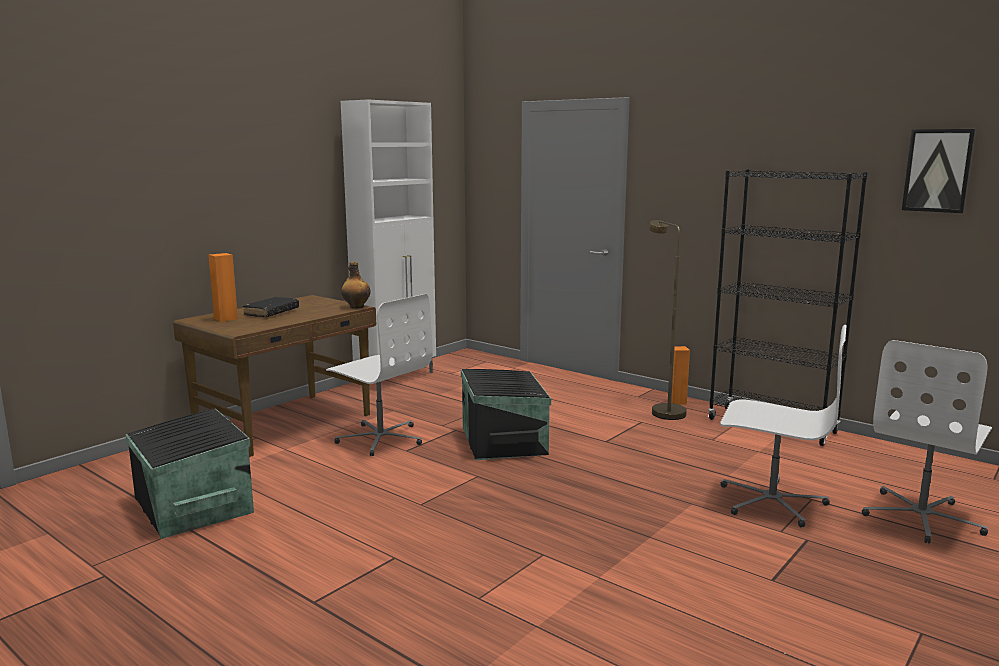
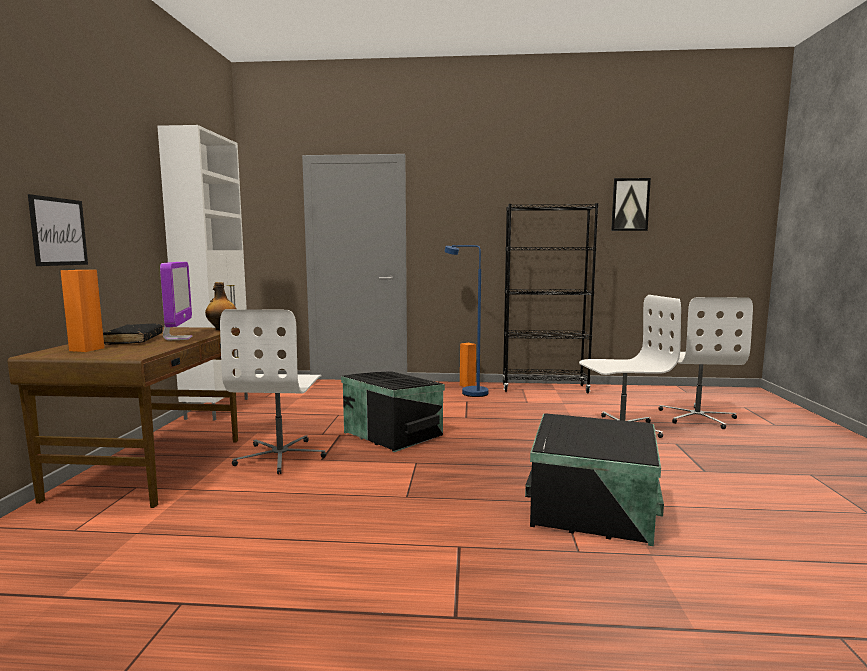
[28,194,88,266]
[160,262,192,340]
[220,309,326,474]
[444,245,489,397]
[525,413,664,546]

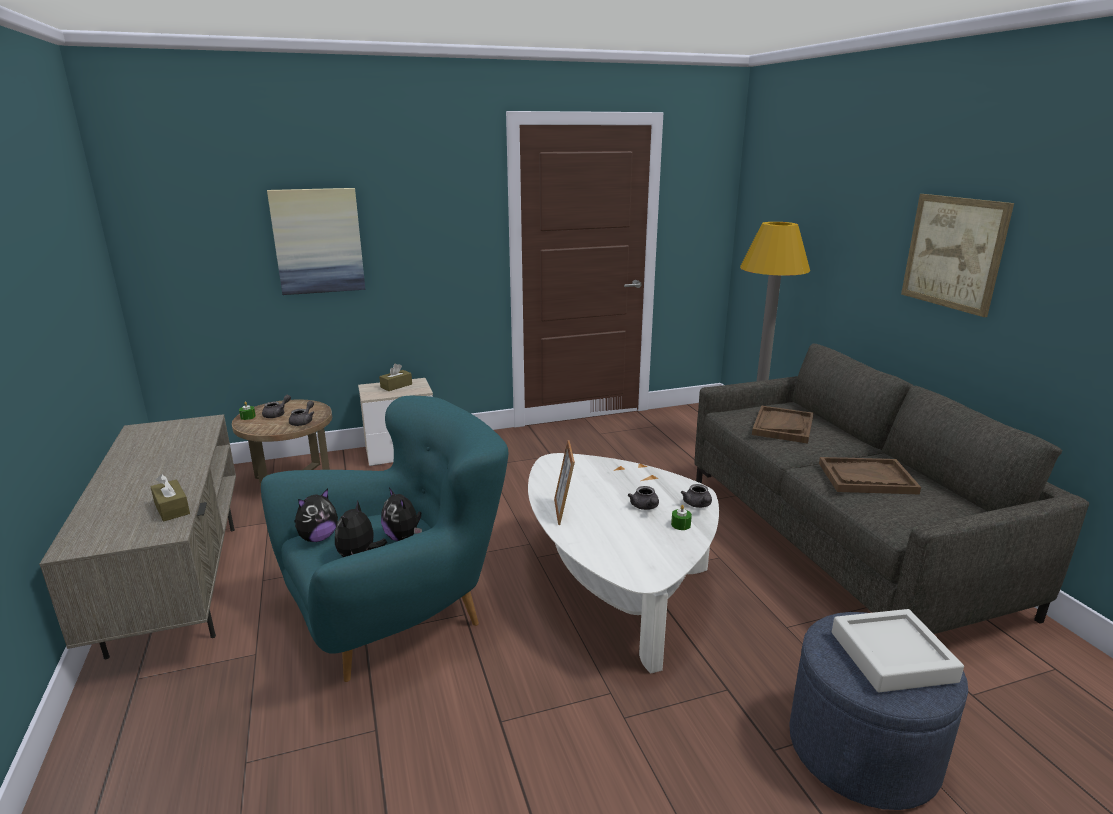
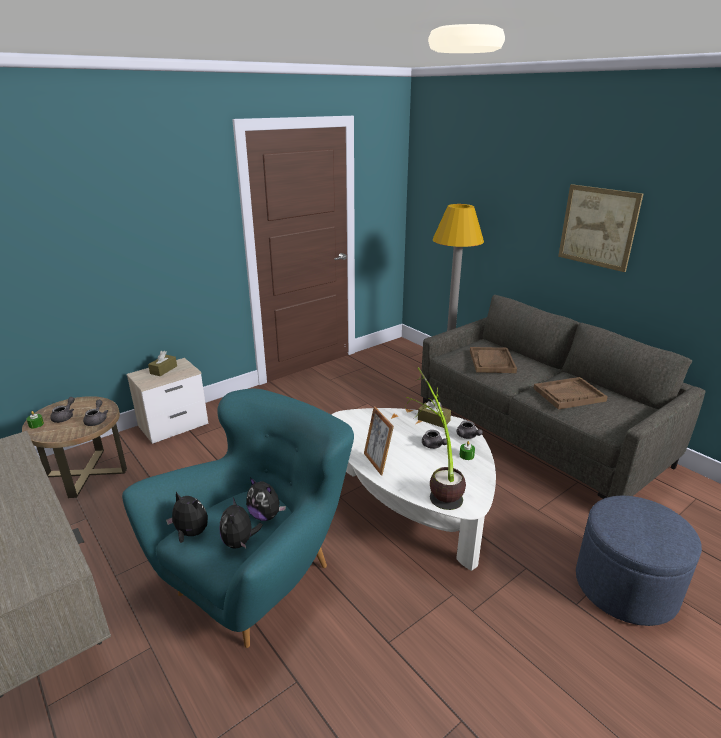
[166,492,208,543]
[405,367,466,510]
[418,399,451,428]
[267,188,365,295] (first image)
[832,609,964,692] (first image)

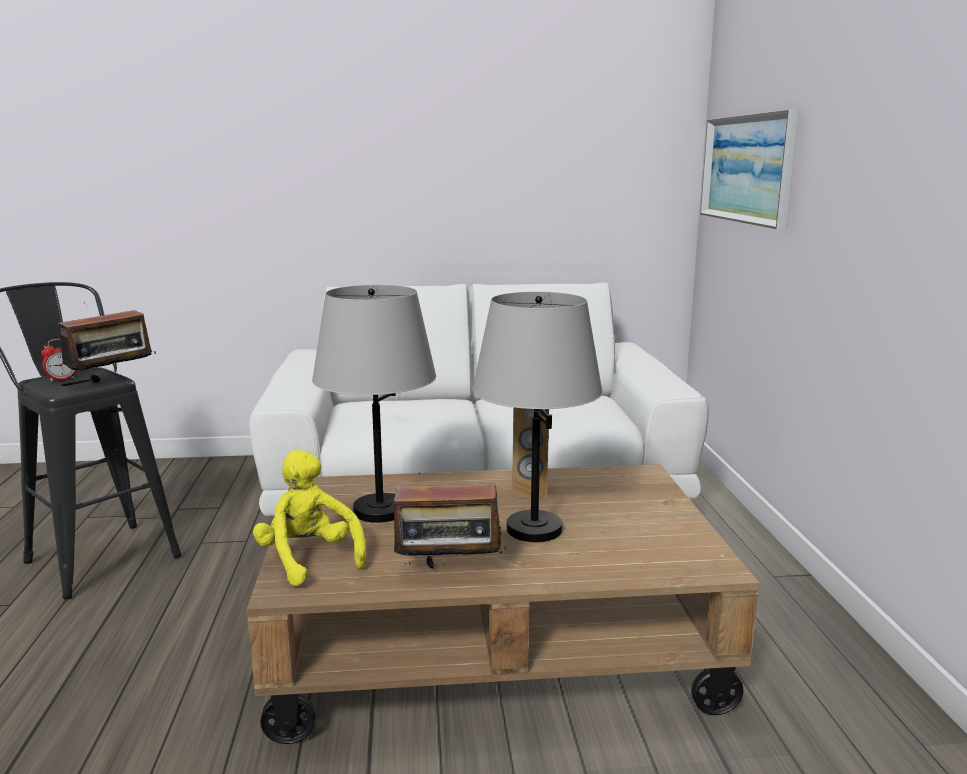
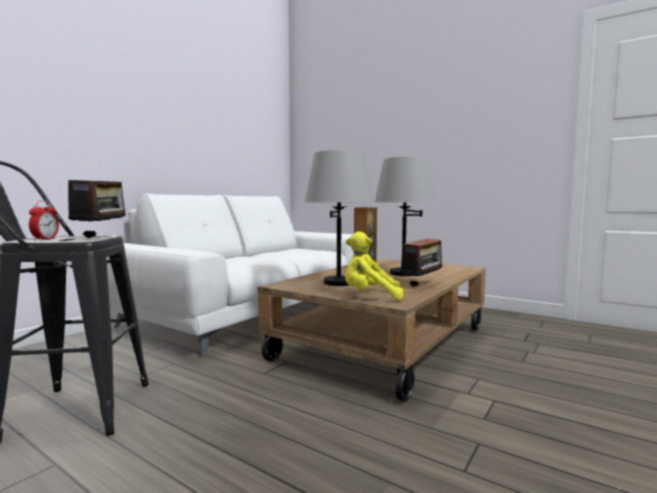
[700,110,799,229] (first image)

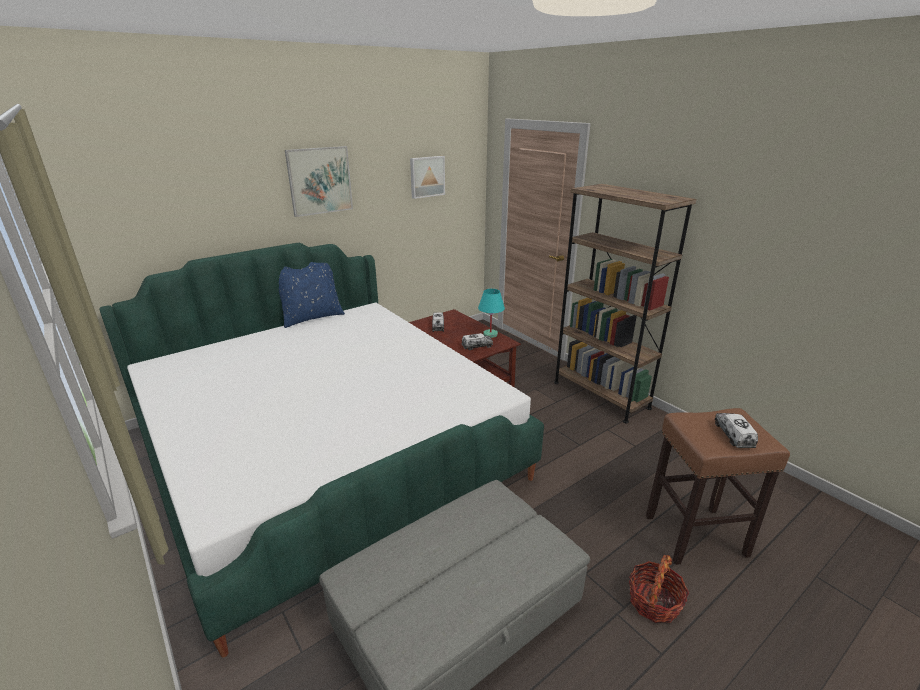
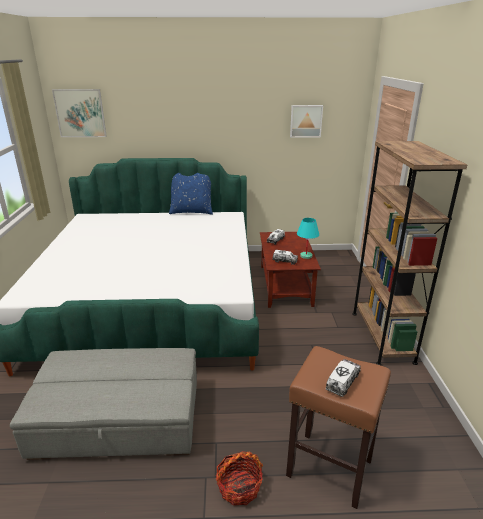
[52,89,107,137]

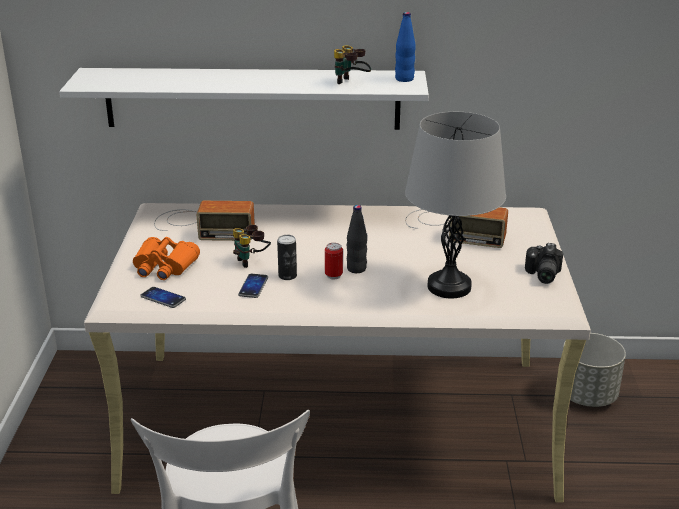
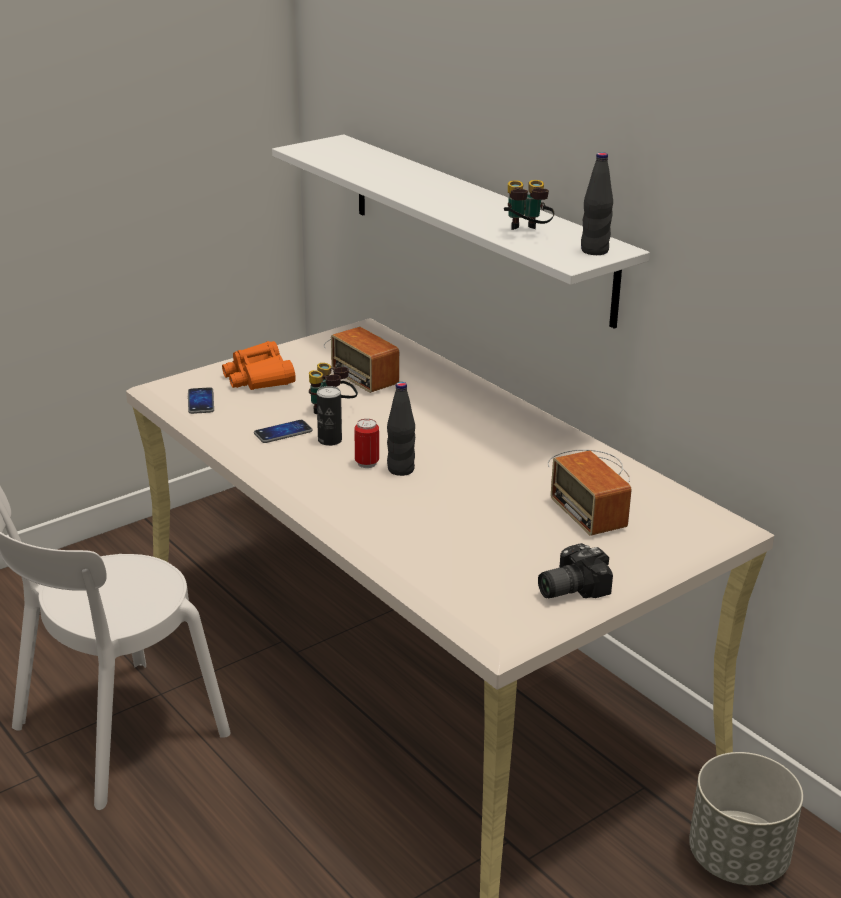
[581,152,613,255]
[405,112,506,299] (first image)

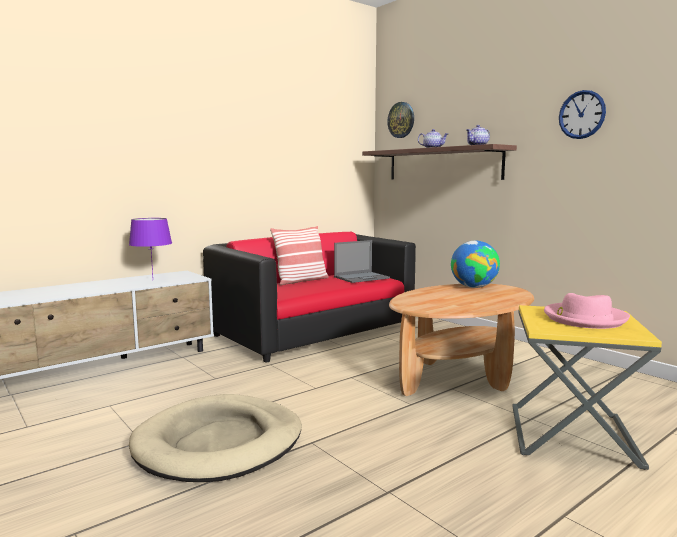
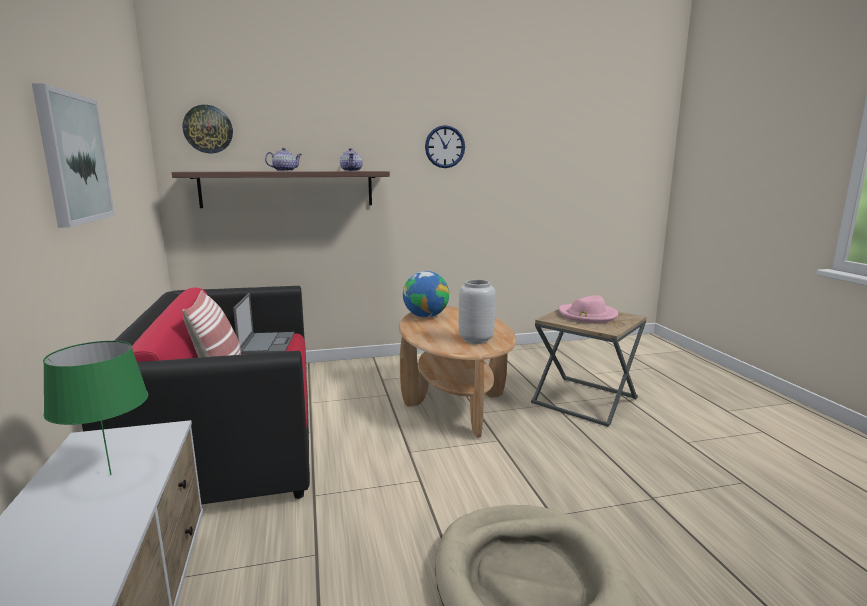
[32,83,115,228]
[43,341,148,475]
[459,279,495,344]
[531,309,646,427]

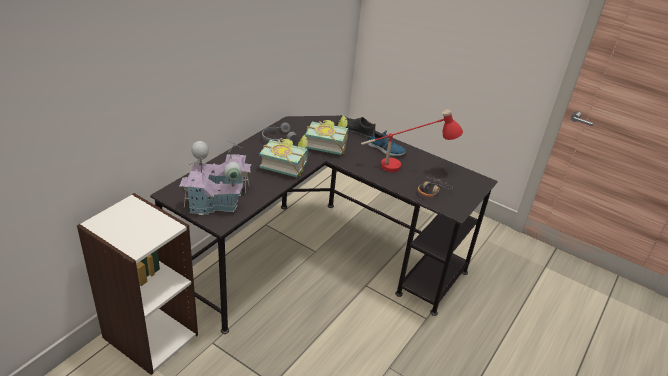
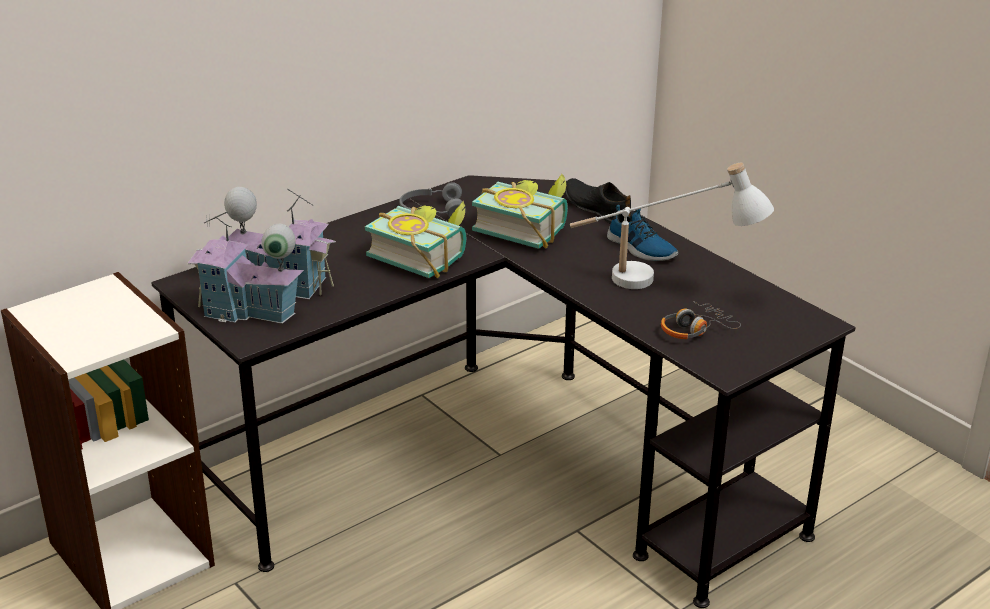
[570,163,774,289]

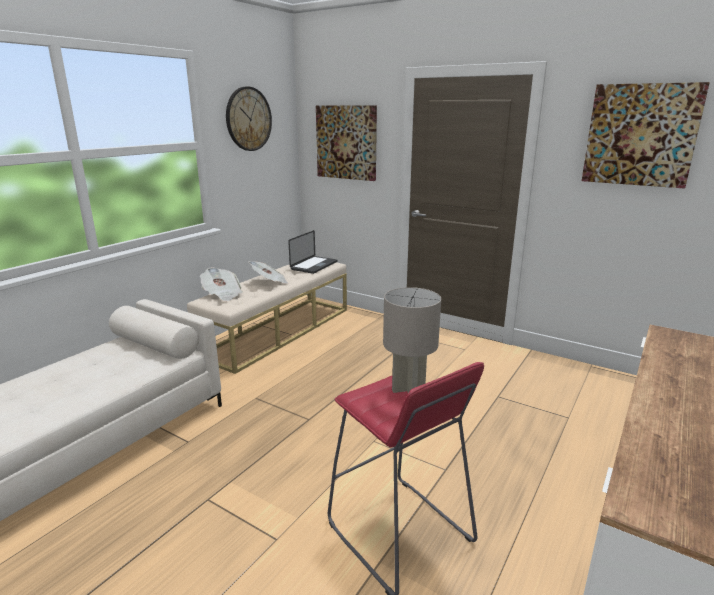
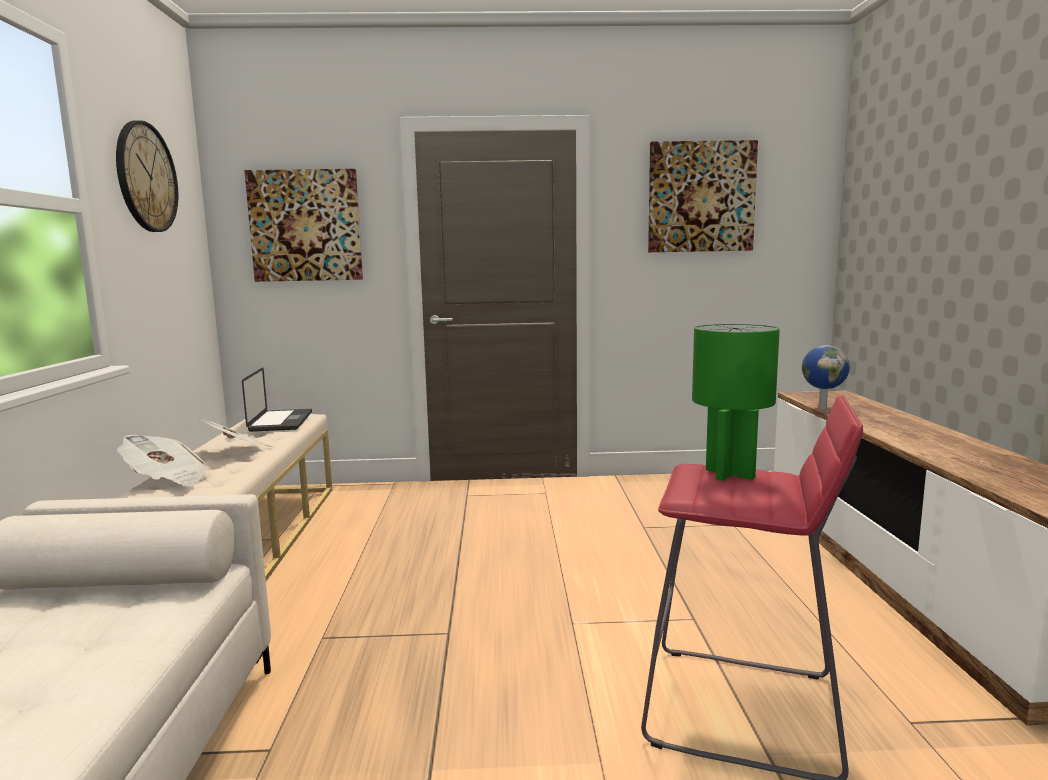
[692,324,780,481]
[802,345,850,410]

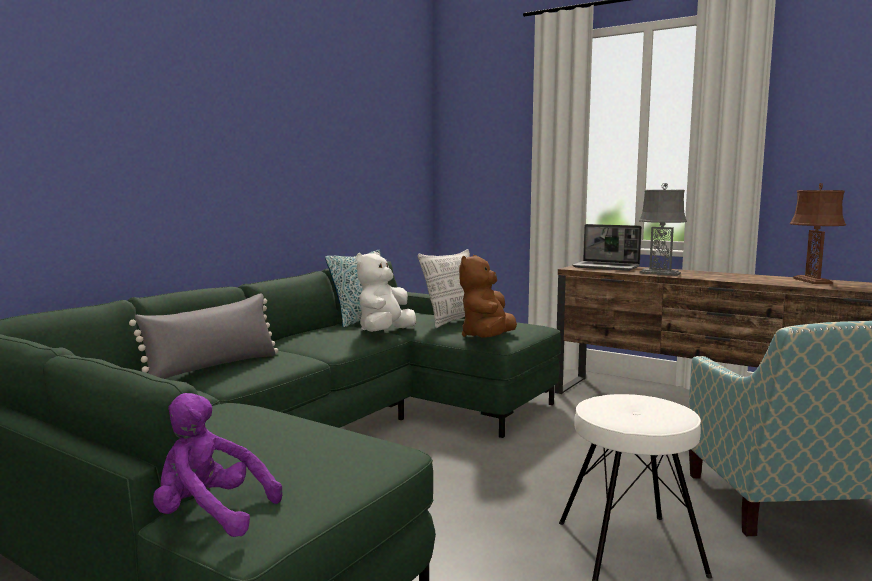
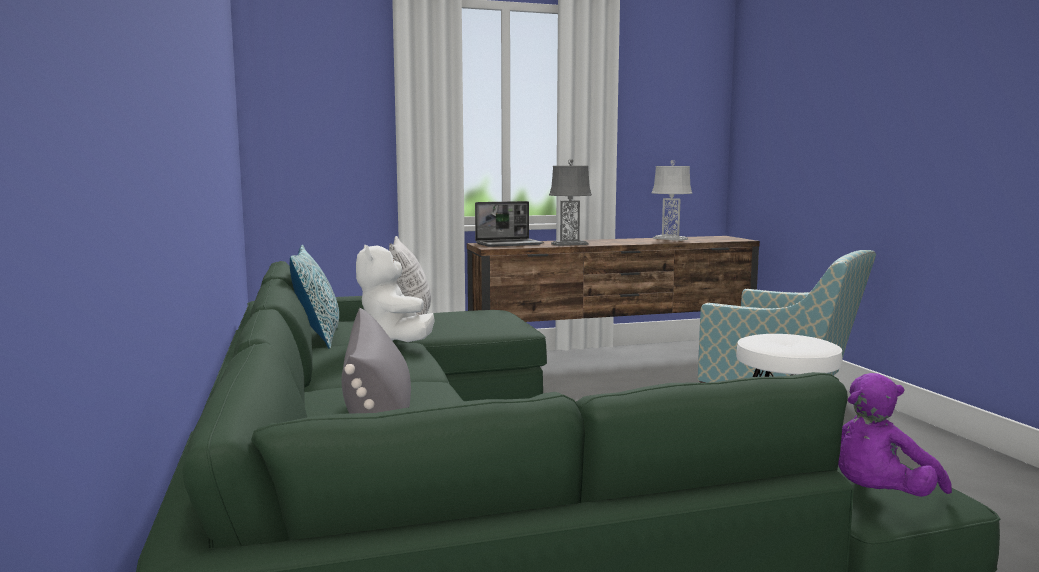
[652,160,692,241]
[459,255,517,338] (first image)

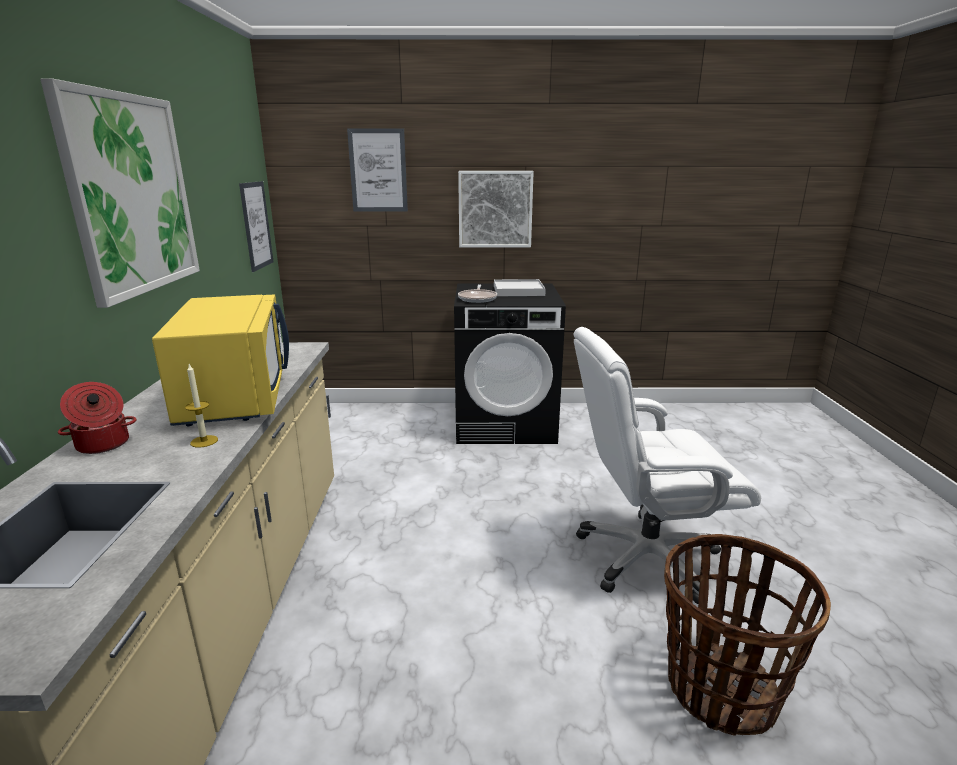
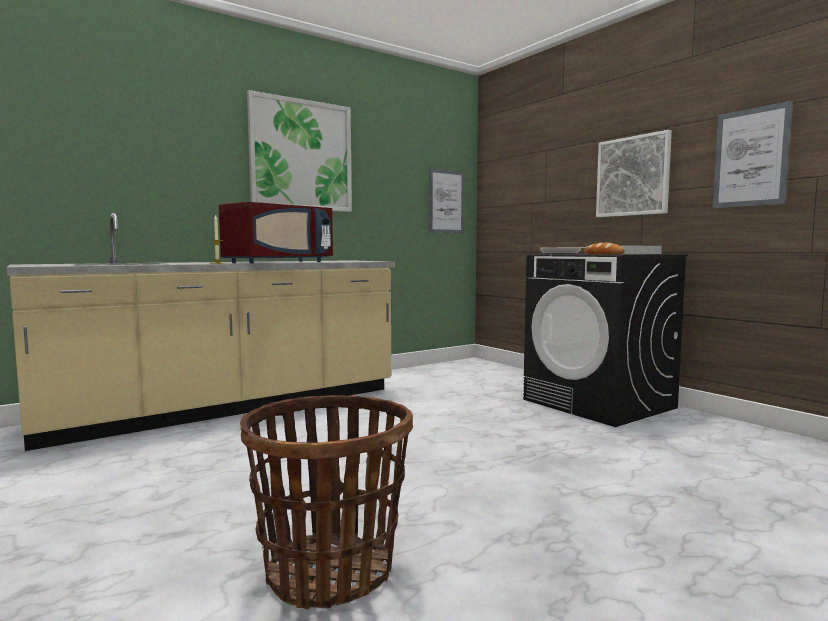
[219,202,333,263]
[584,243,625,254]
[712,101,793,208]
[58,382,137,454] (first image)
[573,327,761,604] (first image)

